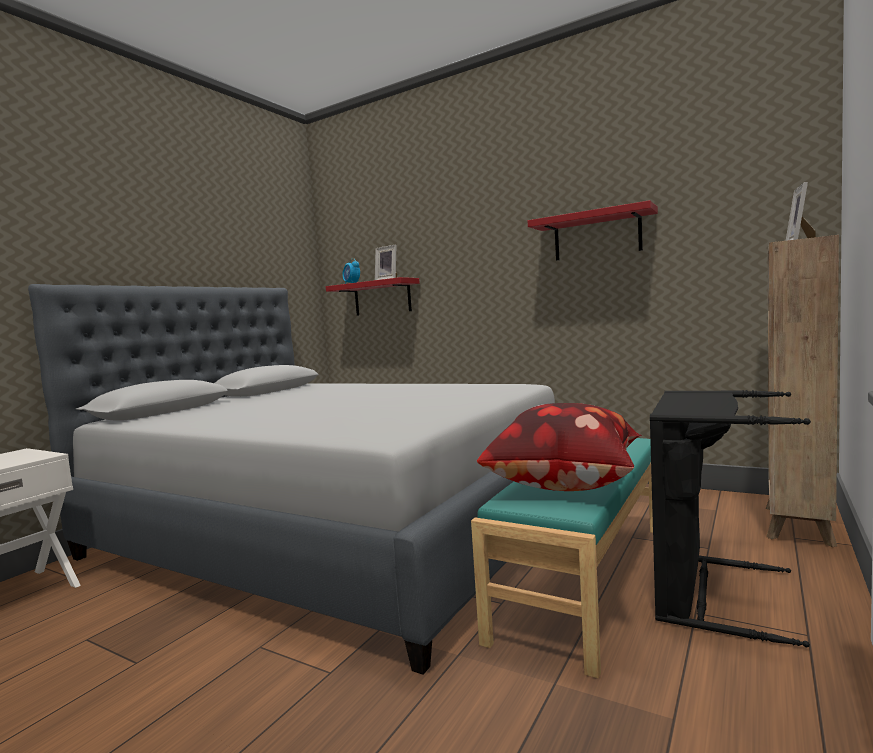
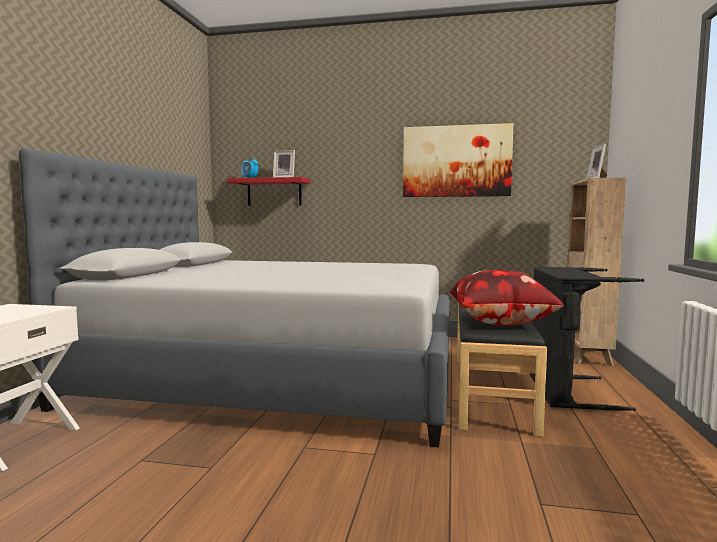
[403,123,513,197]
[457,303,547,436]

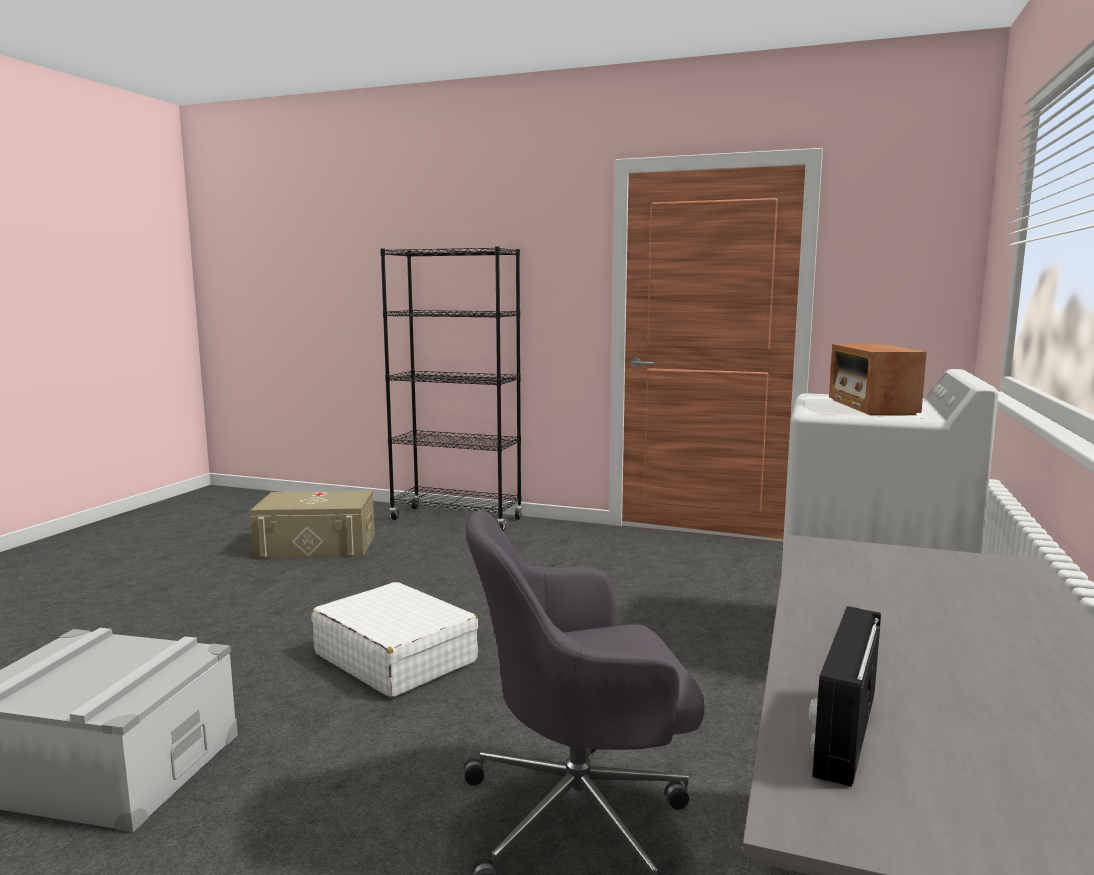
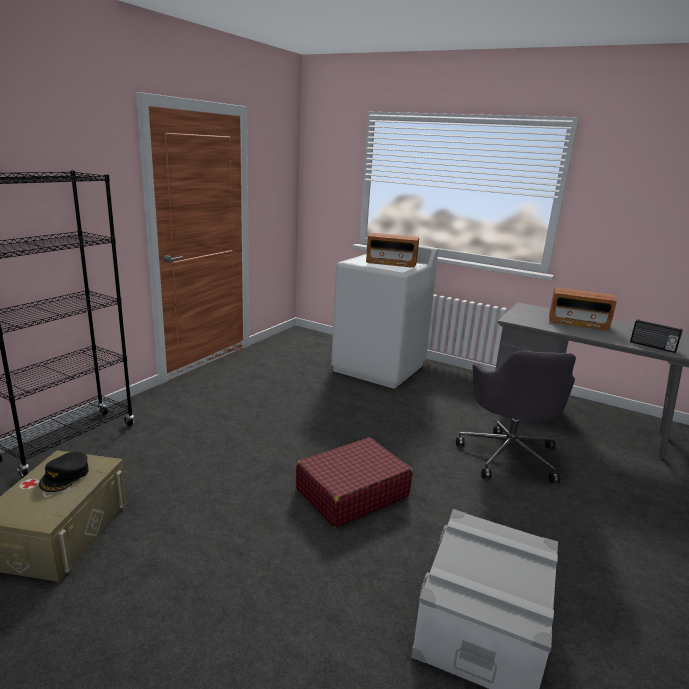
[39,452,89,492]
[296,437,413,528]
[549,287,617,331]

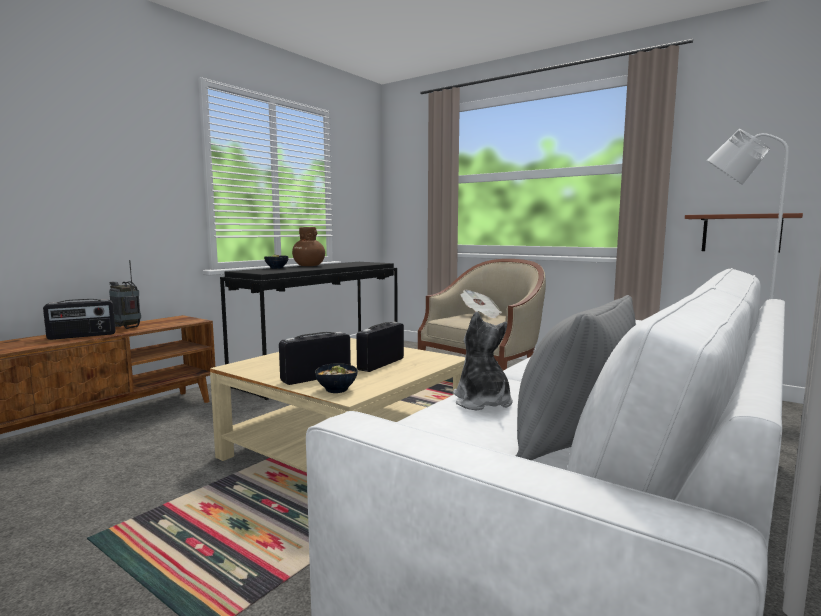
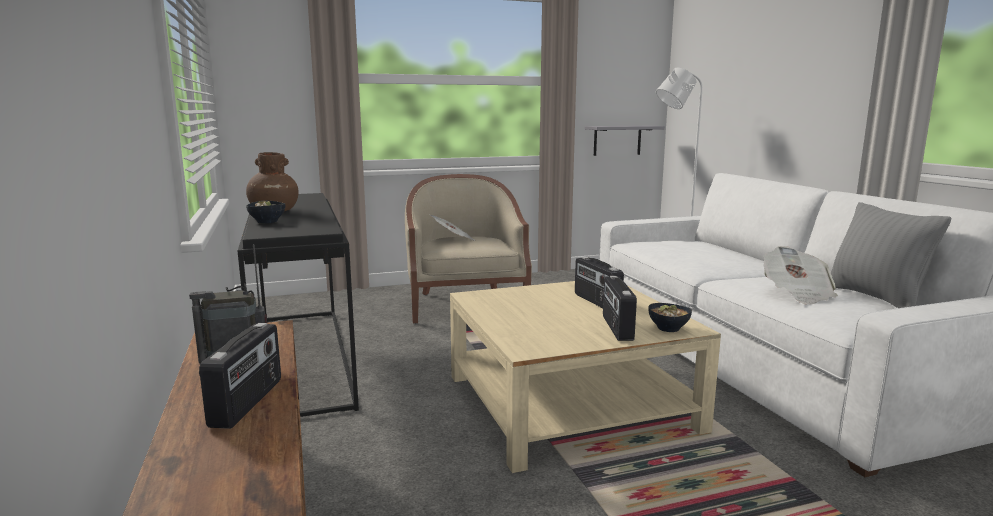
[585,126,665,156]
[763,246,838,305]

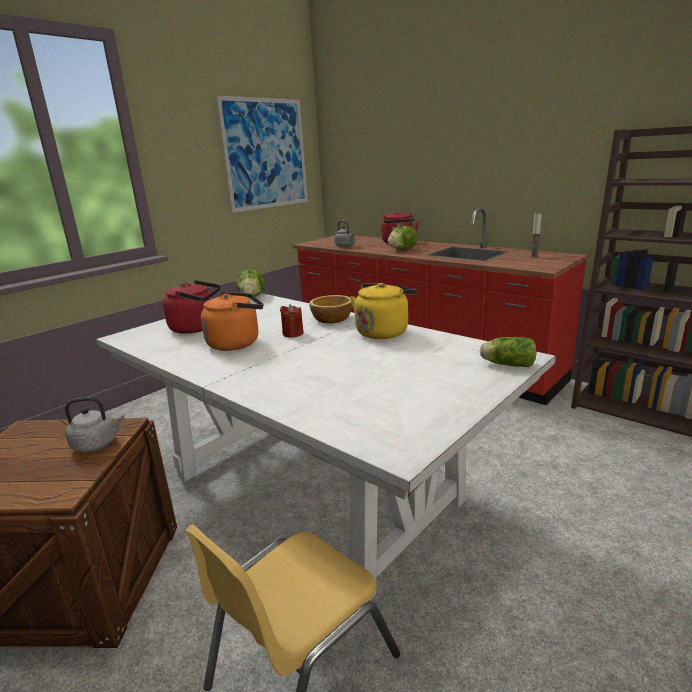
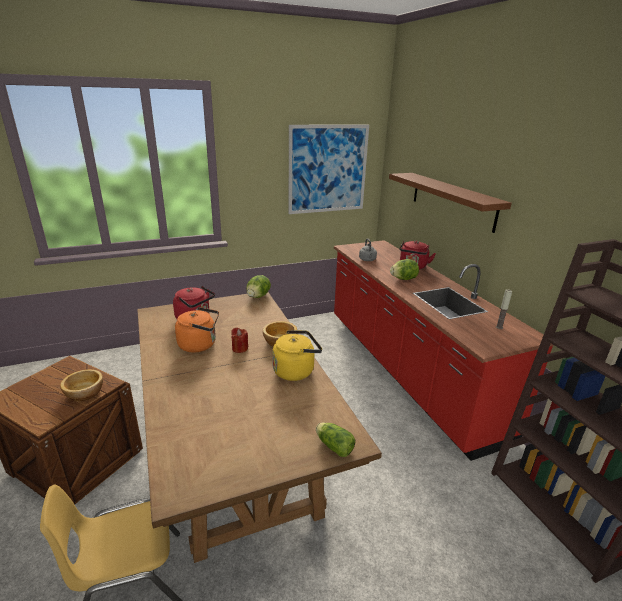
[60,369,103,401]
[137,292,382,563]
[389,173,512,233]

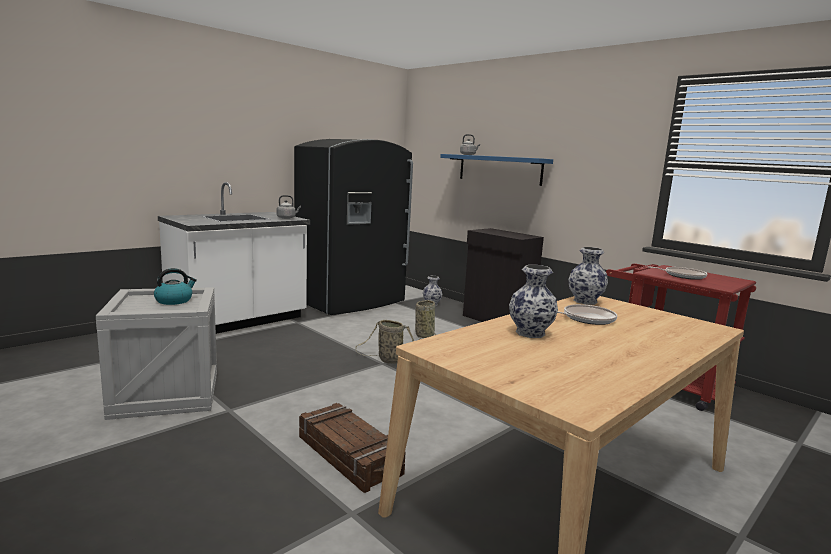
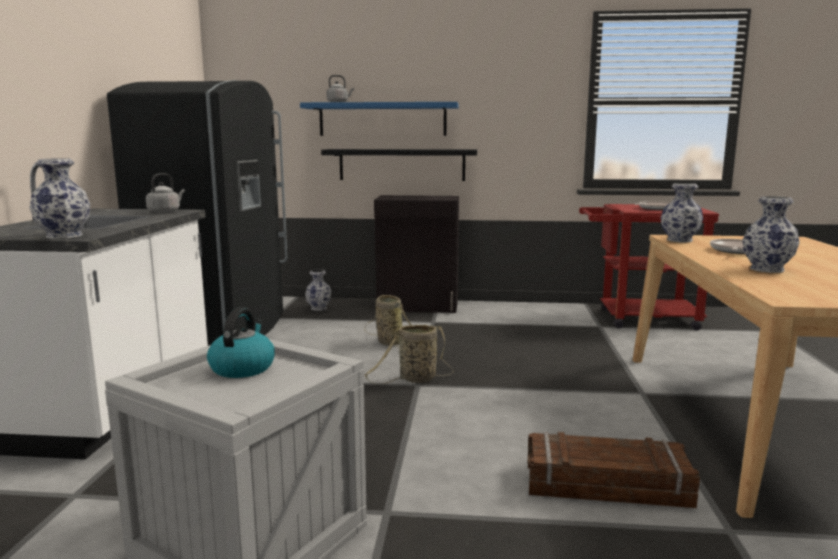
[30,158,90,239]
[321,149,477,181]

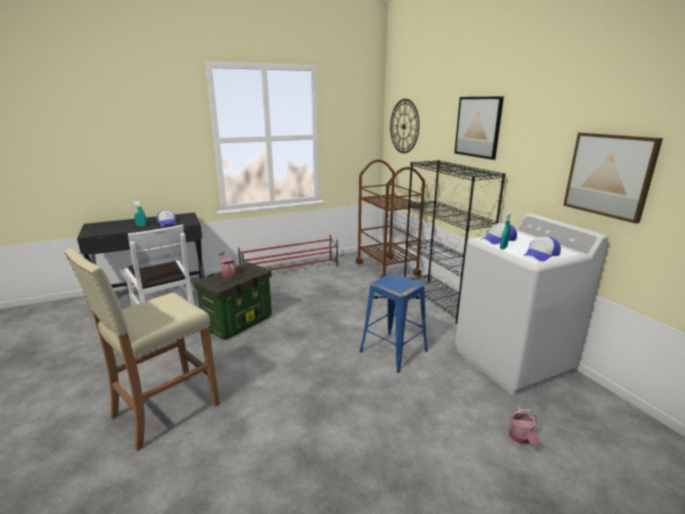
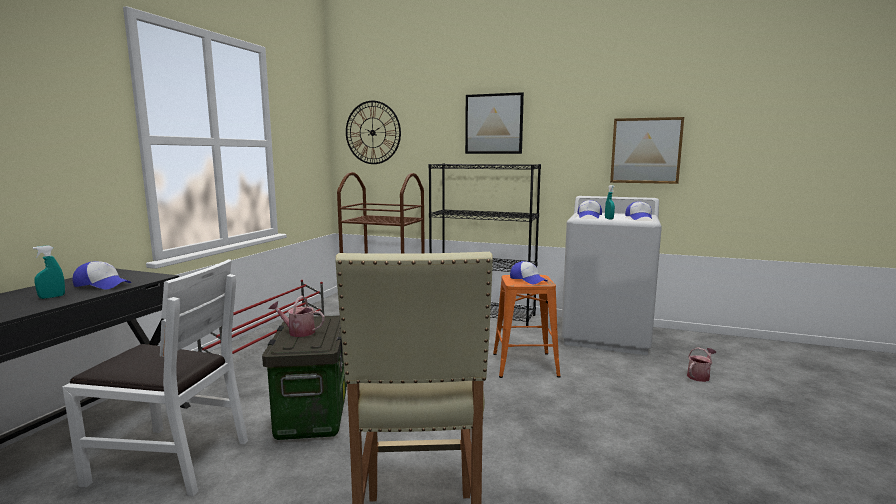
[493,275,561,378]
[510,261,548,284]
[687,347,716,382]

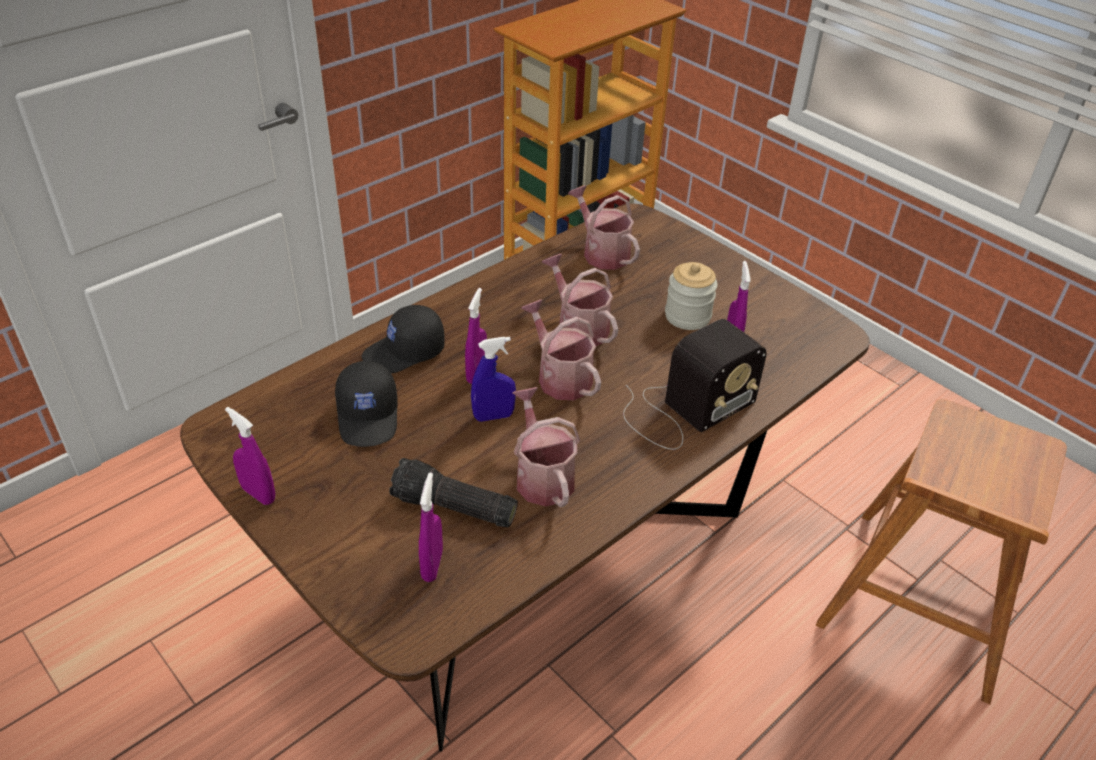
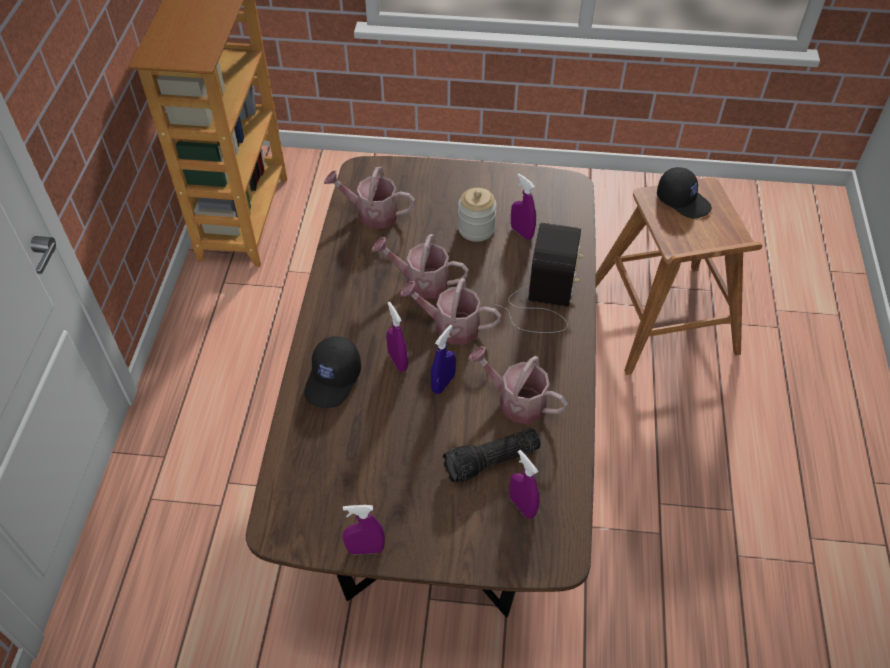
[657,167,712,219]

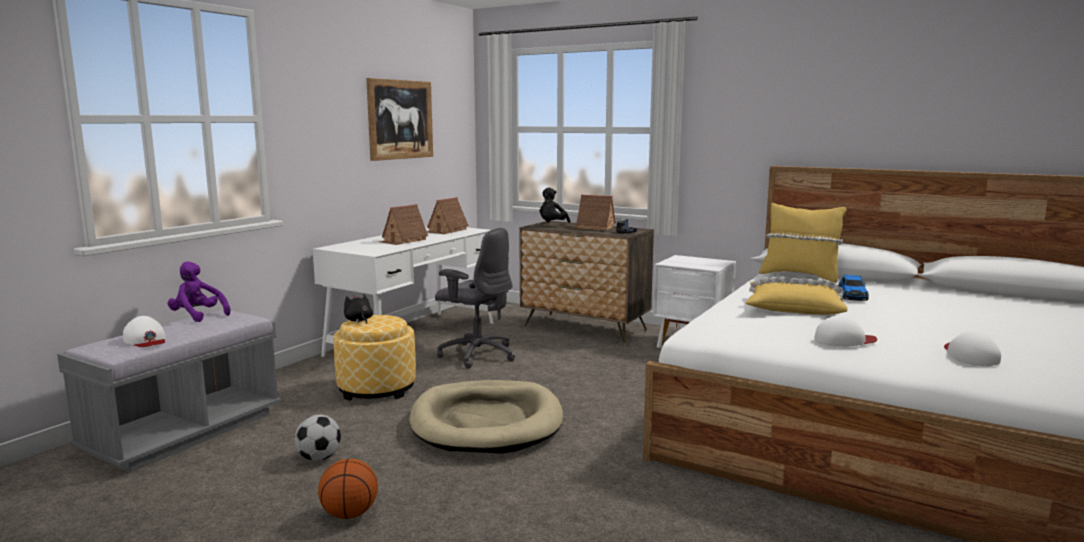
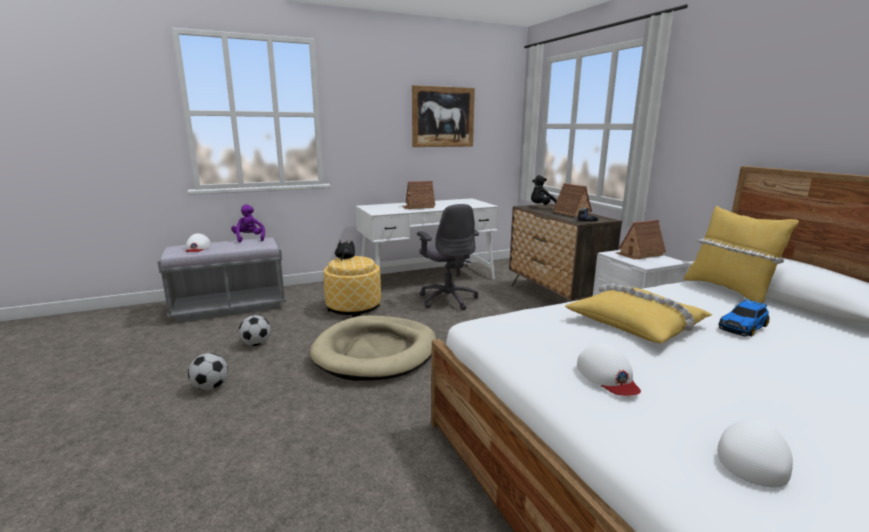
[188,353,228,391]
[577,343,641,396]
[616,220,666,260]

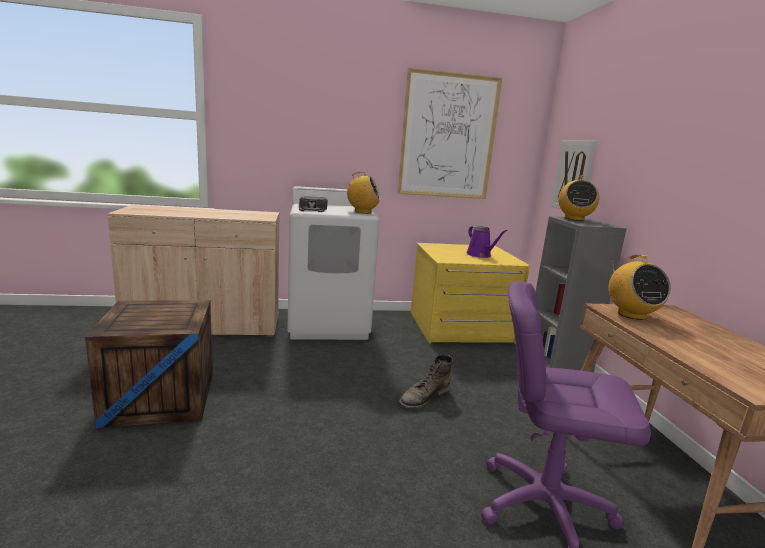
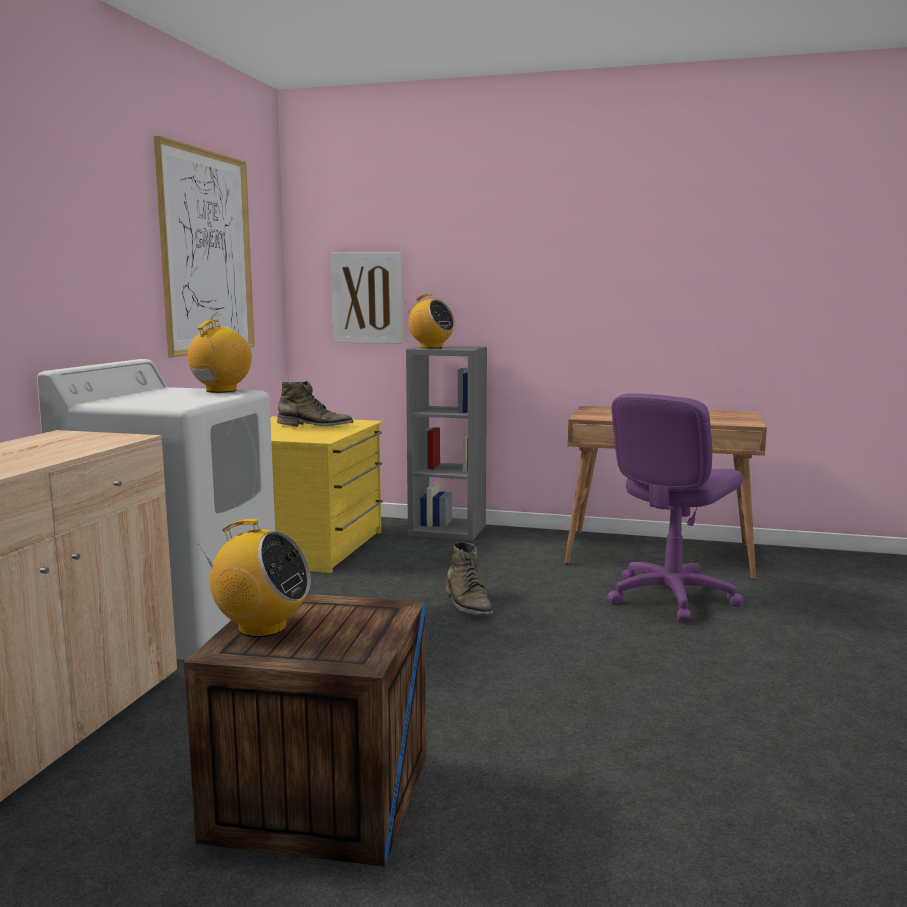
[198,519,311,637]
[277,381,353,426]
[299,196,327,212] (first image)

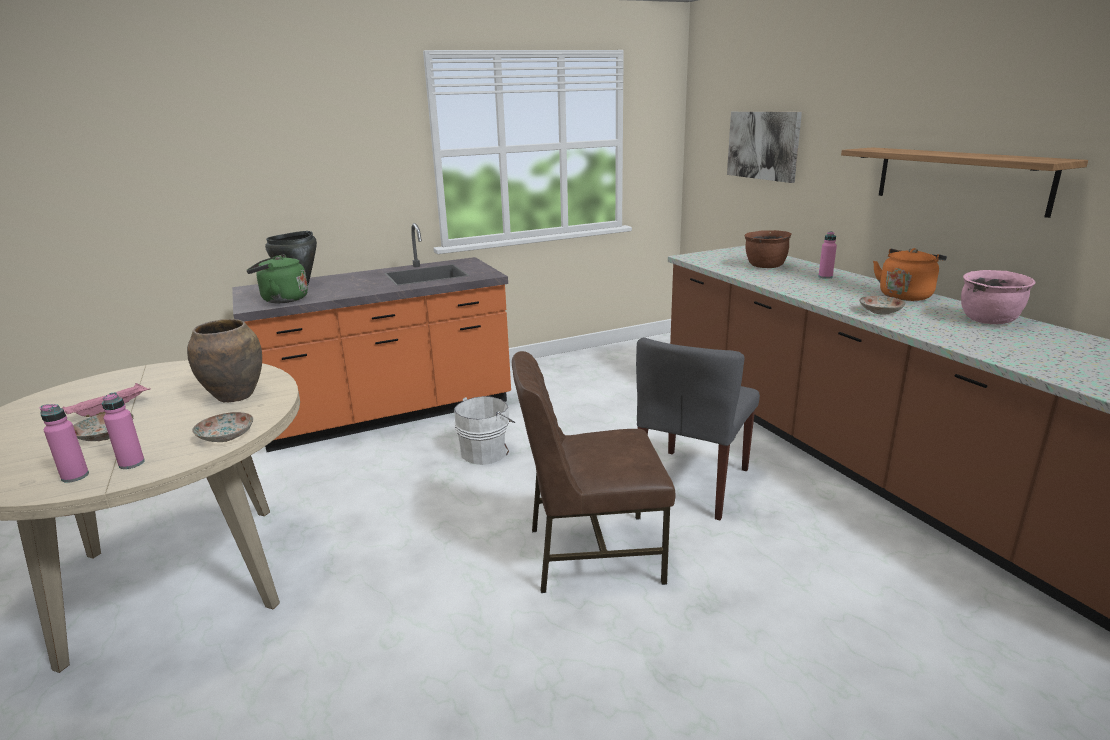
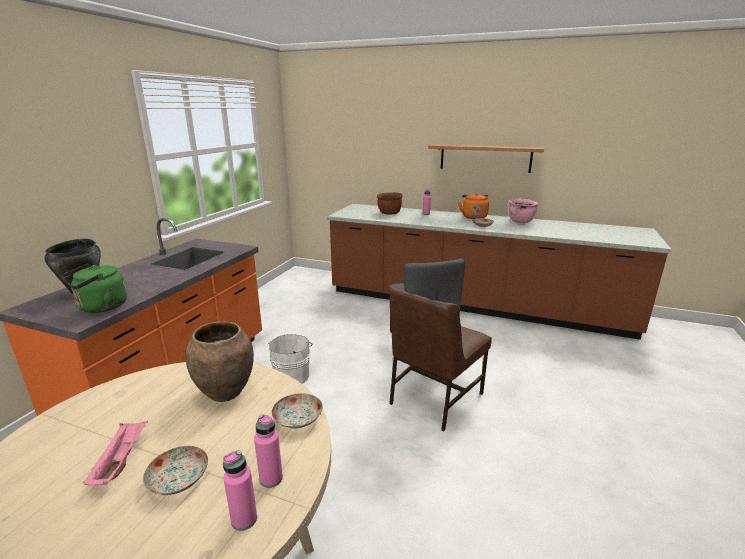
[727,111,802,183] (first image)

